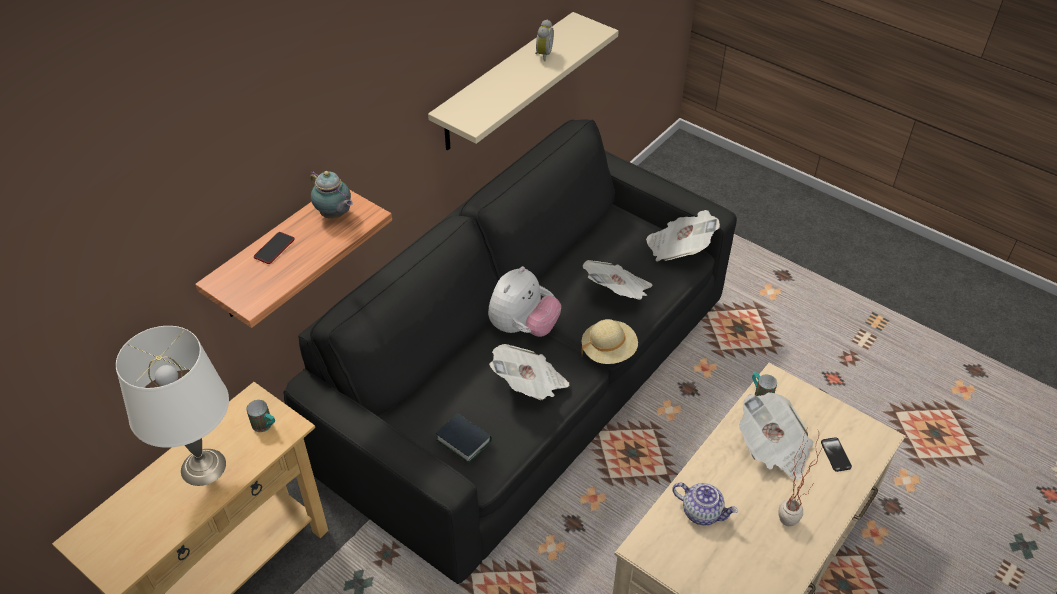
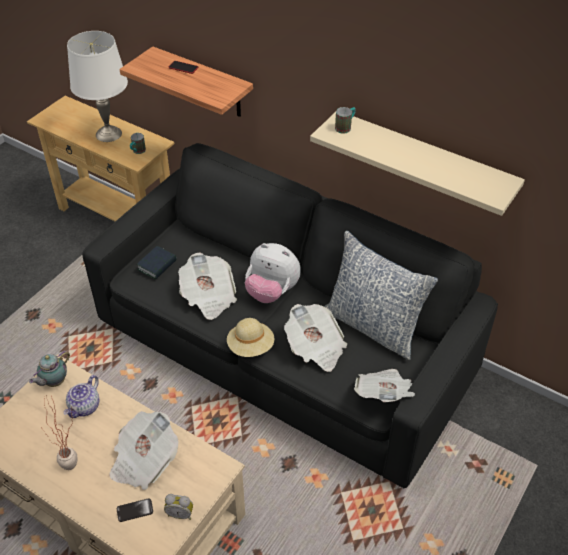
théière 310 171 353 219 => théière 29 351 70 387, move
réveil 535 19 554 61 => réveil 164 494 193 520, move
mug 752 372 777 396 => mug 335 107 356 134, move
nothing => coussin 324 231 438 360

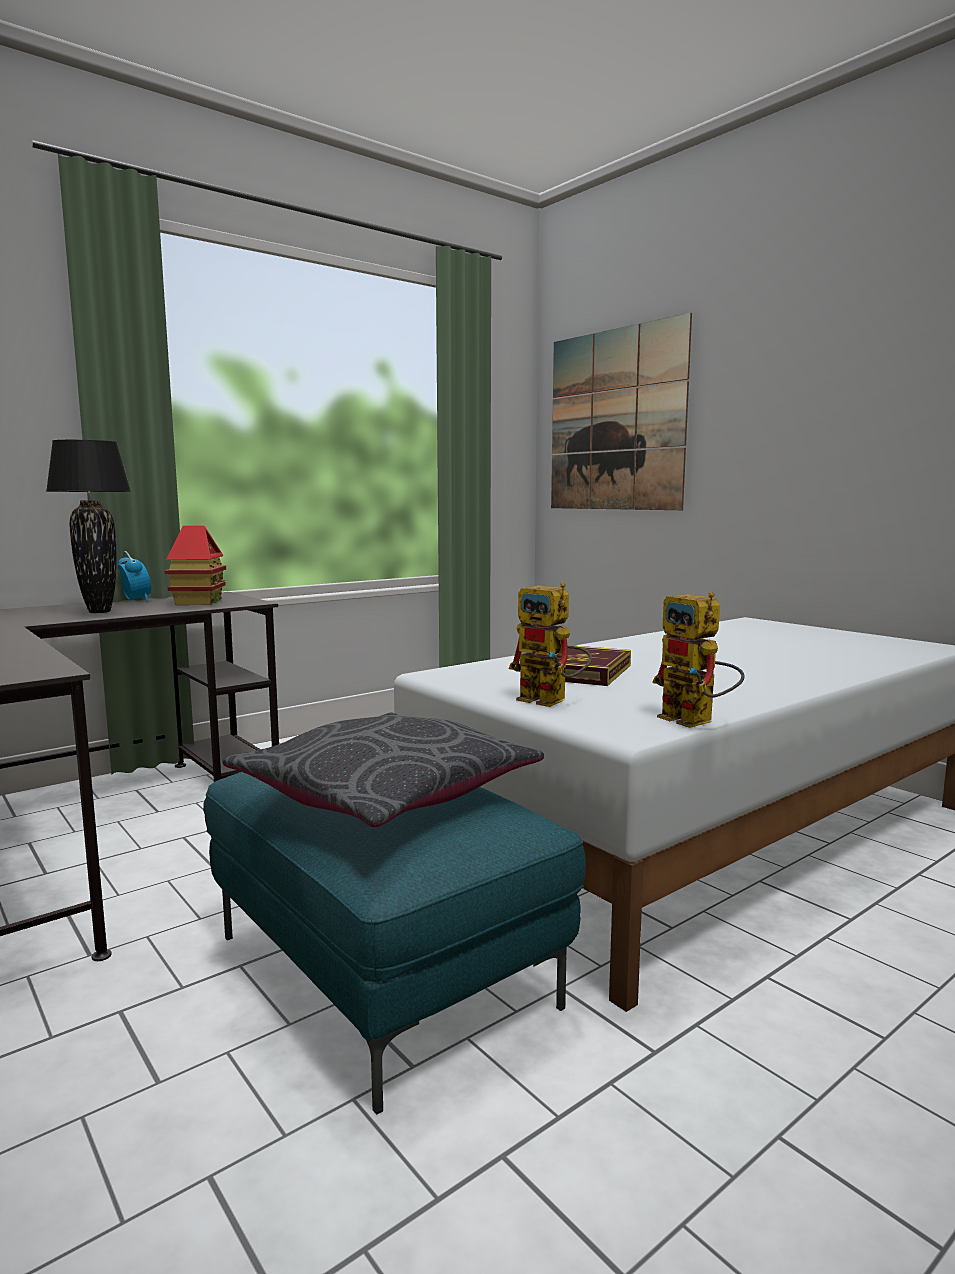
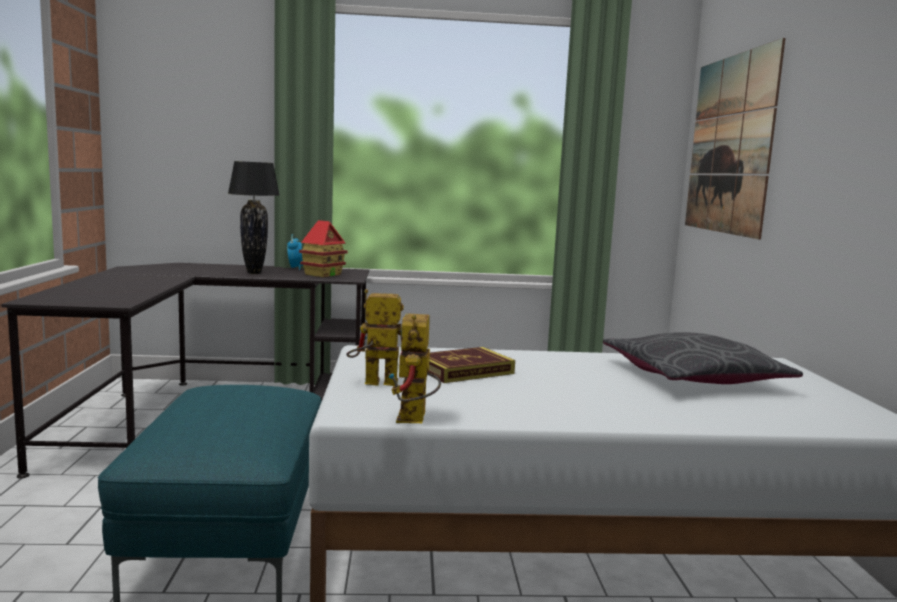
coussin/gris 222 713 544 827 => coussin/gris 603 332 803 384, move
robot jouet 509 583 592 707 => robot jouet 346 289 404 386, 105 degrees clockwise

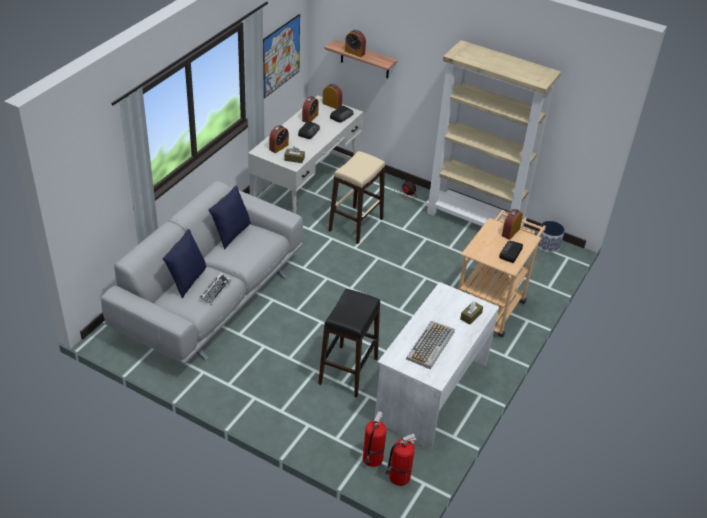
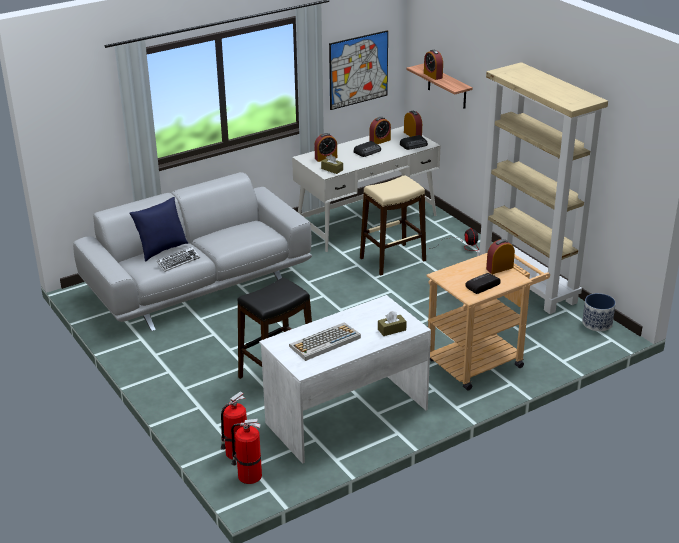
coussin/bleu 208 185 251 249 => nothing

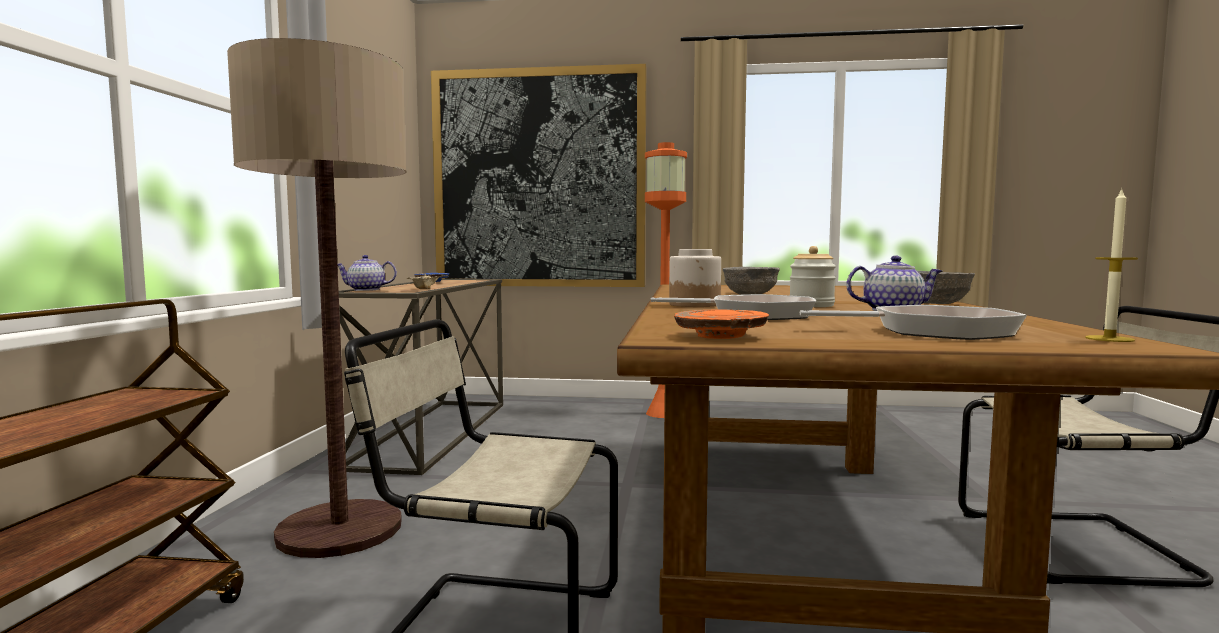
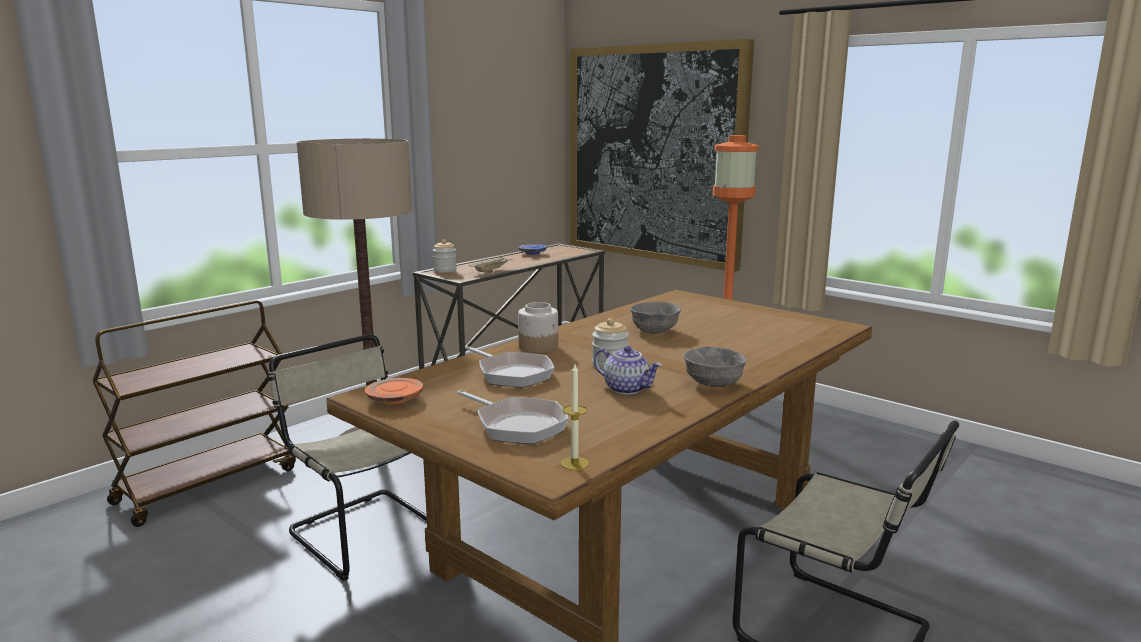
théière 337 255 397 291 => bocal 433 240 457 273

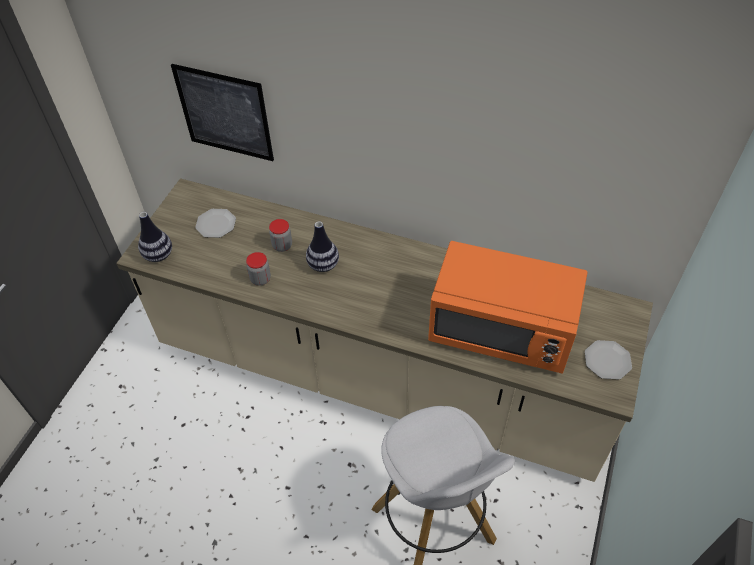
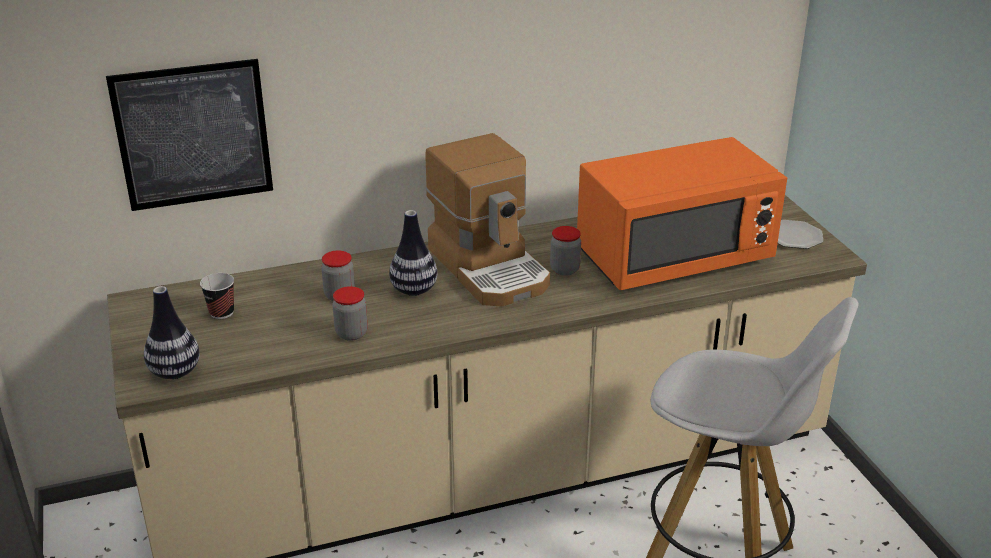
assiette 195 209 236 238 => tasse 200 273 234 319
nothing => machine à café 425 133 550 307
nothing => bocal 550 226 581 276

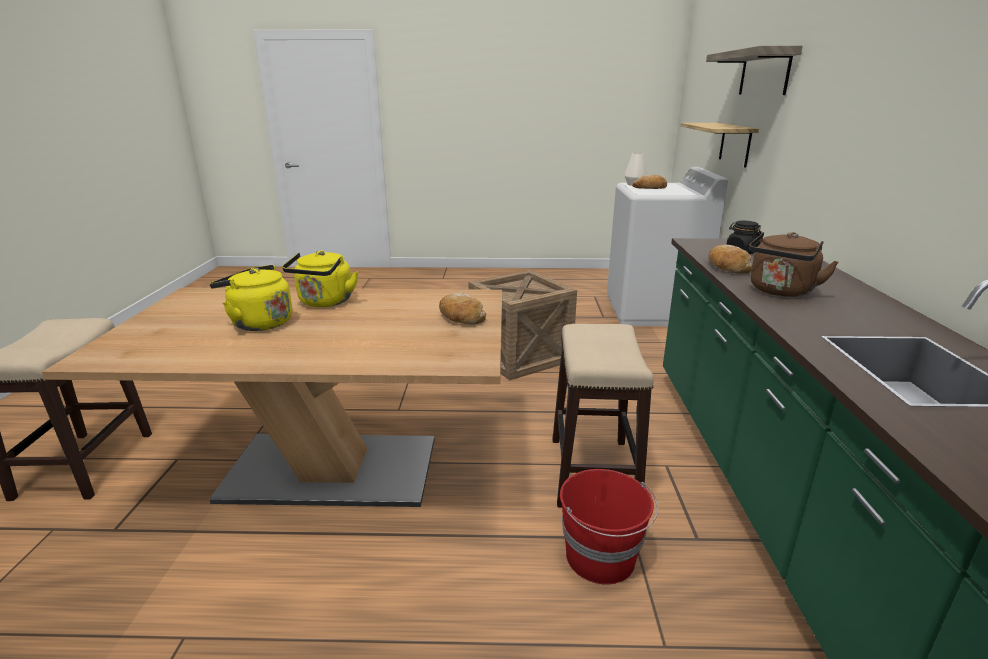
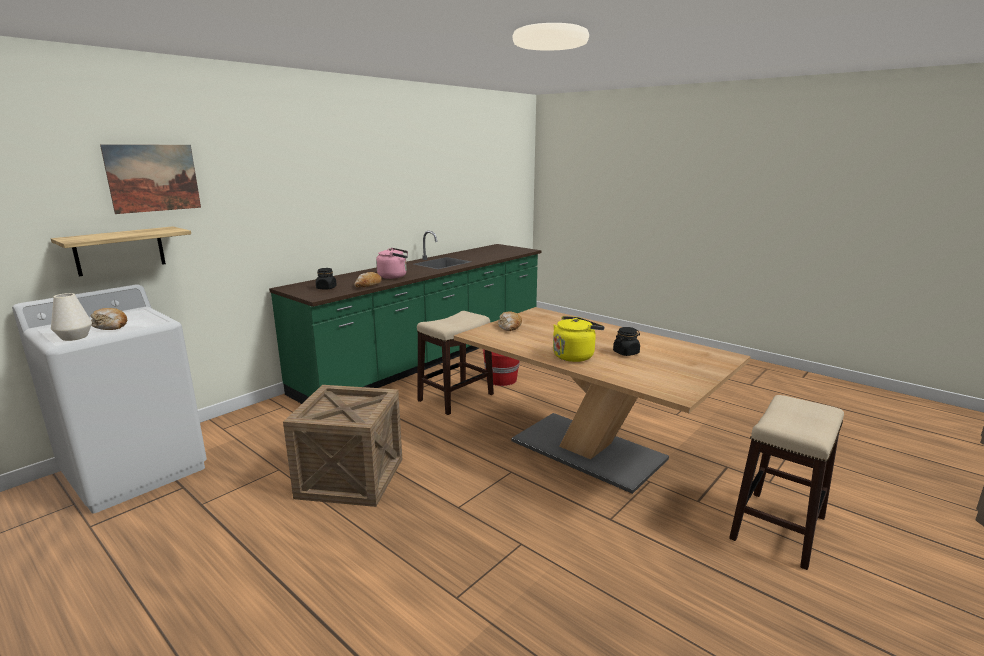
bouilloire/jaune 209 265 292 331 => bocal/noir 613 327 640 356
étagère 706 46 803 95 => tableau 100 145 201 214
bouilloire/marron 749 232 839 297 => bouilloire/rose 376 248 408 279

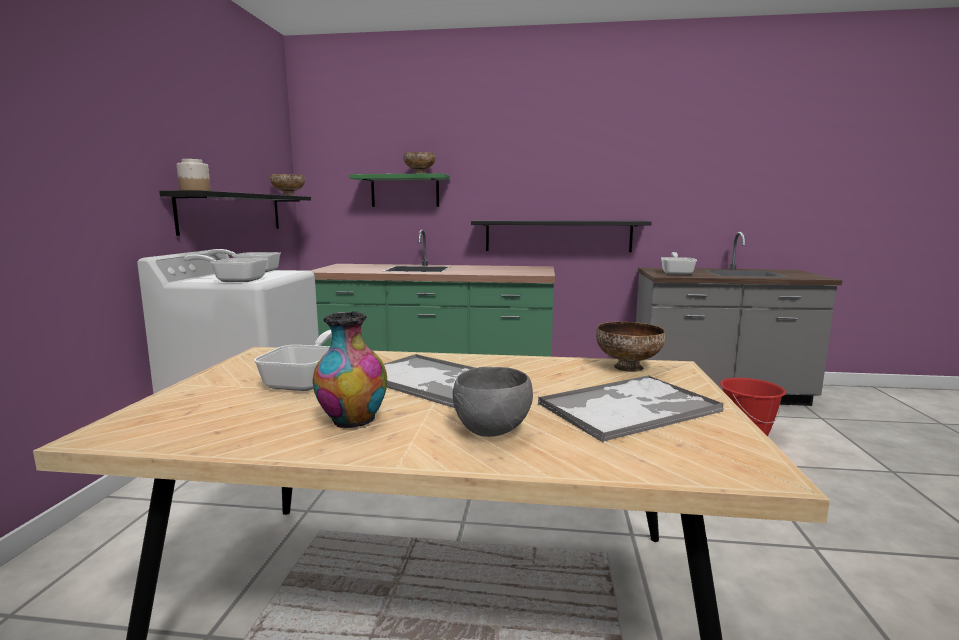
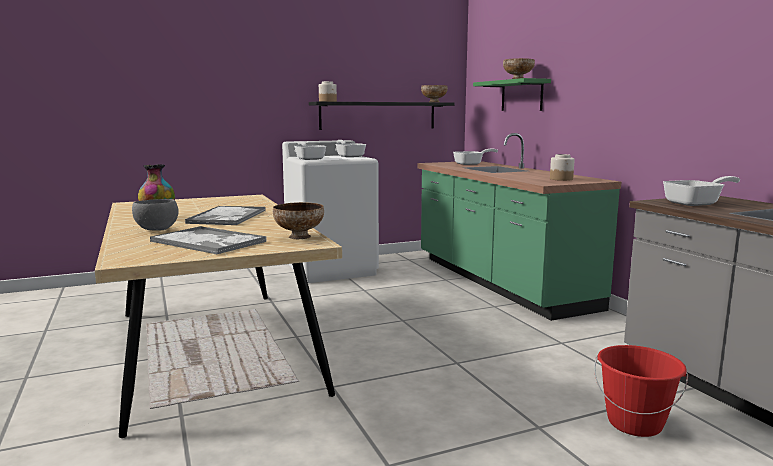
poêle 254 330 332 391 => poêle 453 149 498 165, move
étagère/noir 471 220 652 252 => nothing
nothing => bocal 550 154 574 181

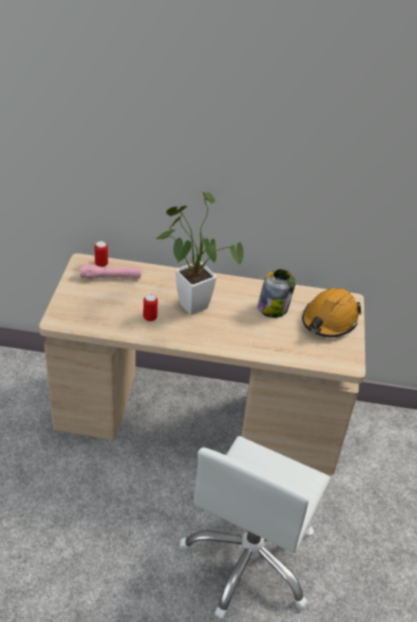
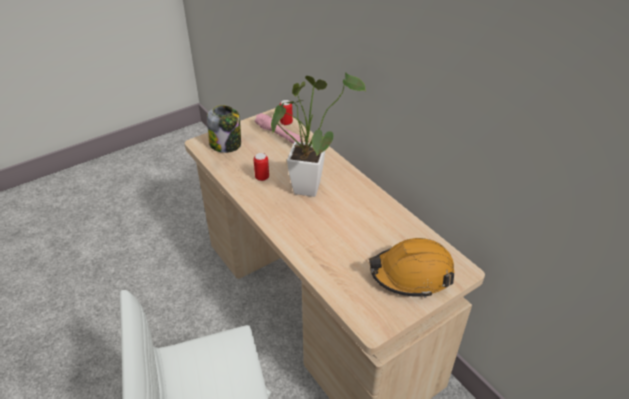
bocal 258 269 296 318 => bocal 207 105 241 153, move

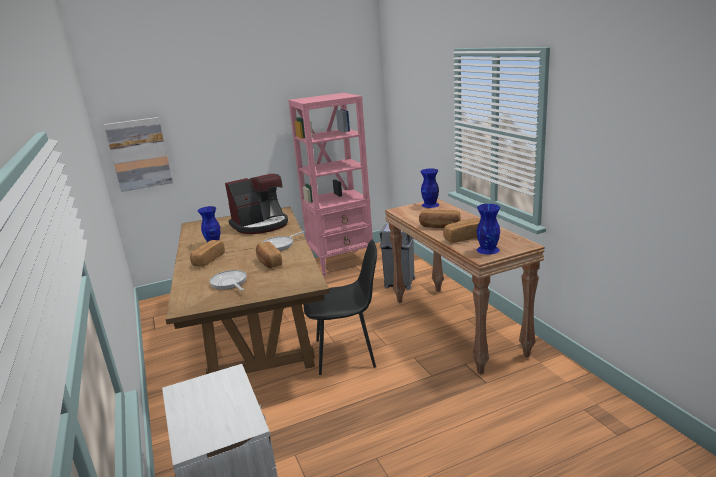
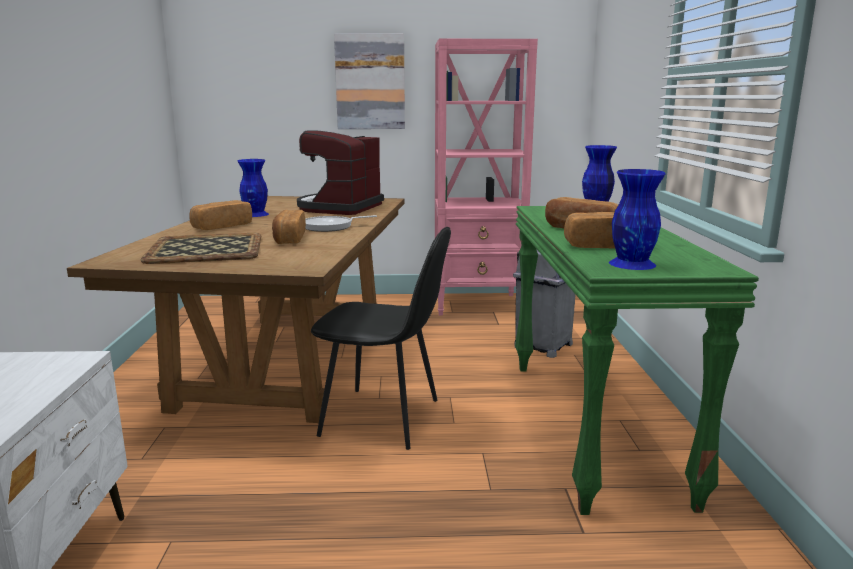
tableau 104 117 173 192 => tableau 334 33 405 129, move
poêle 209 270 247 291 => plateau 141 233 261 264
machine à café 225 174 288 234 => machine à café 297 130 384 215, 120 degrees clockwise
table console/marron 385 198 545 375 => table console/vert 515 206 759 515

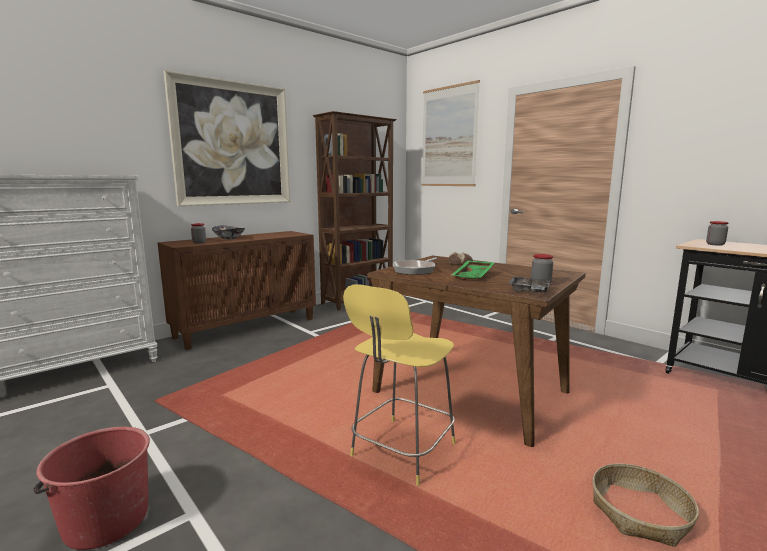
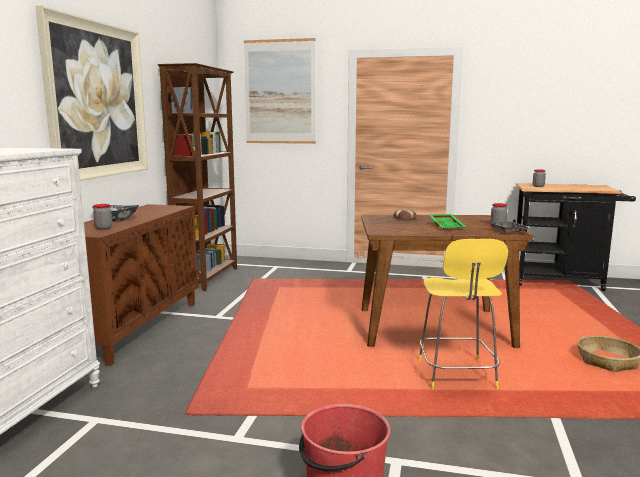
poêle 393 257 437 275 => nothing

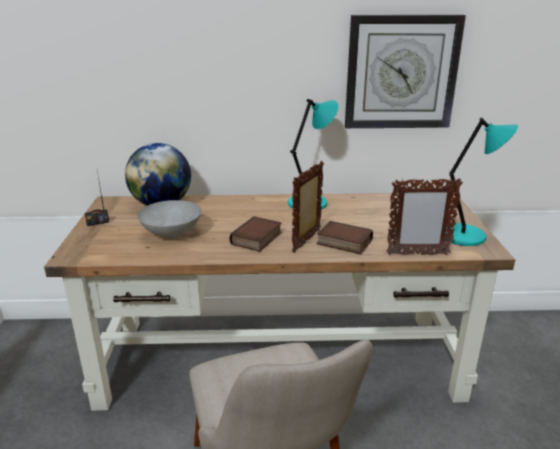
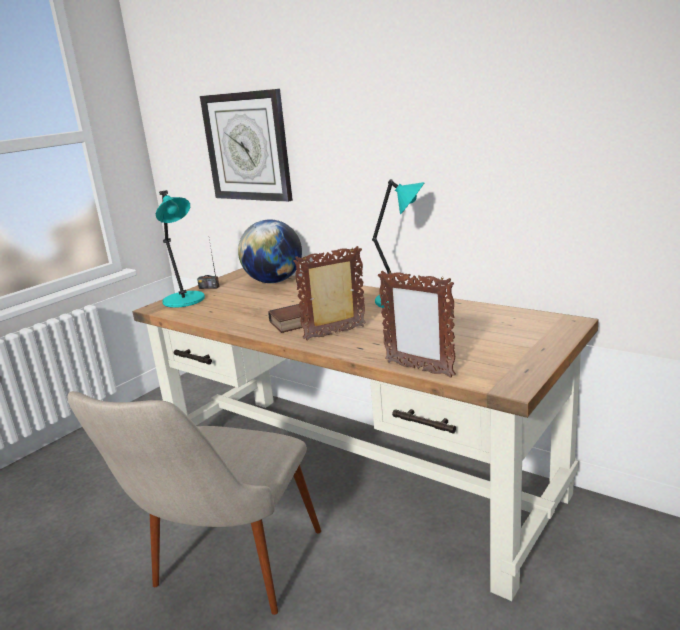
bol/gris 137 200 202 238 => nothing
livre 317 221 373 254 => nothing
horloge murale 345 15 466 128 => horloge murale 200 89 293 202, move
lampe de table/turquoise 445 117 518 246 => lampe de table/turquoise 156 190 205 308, move

